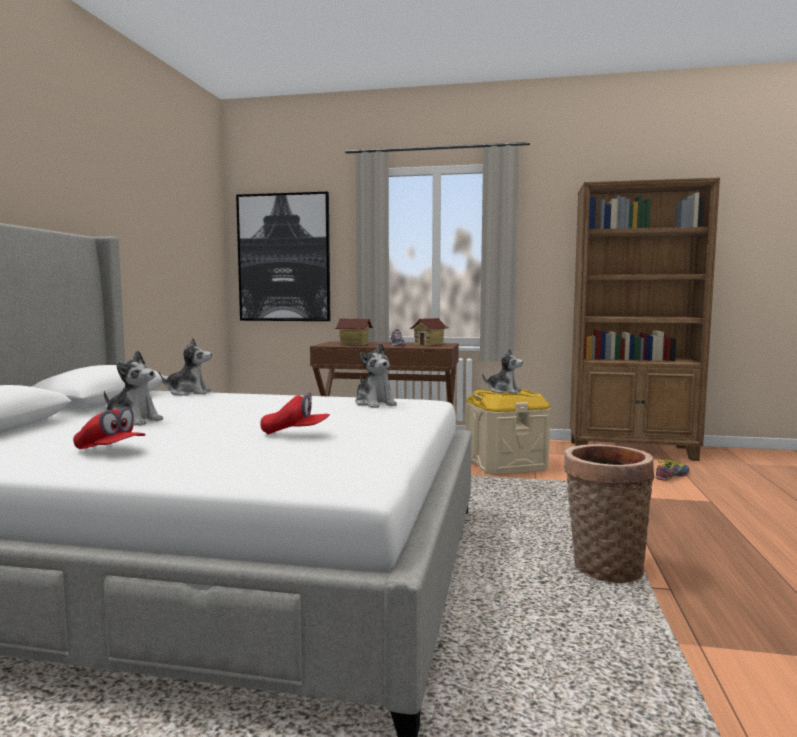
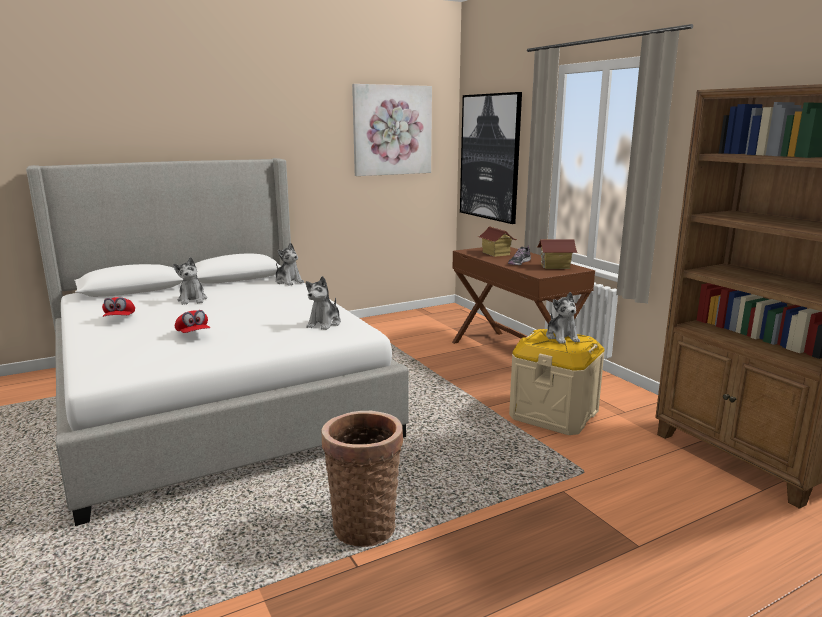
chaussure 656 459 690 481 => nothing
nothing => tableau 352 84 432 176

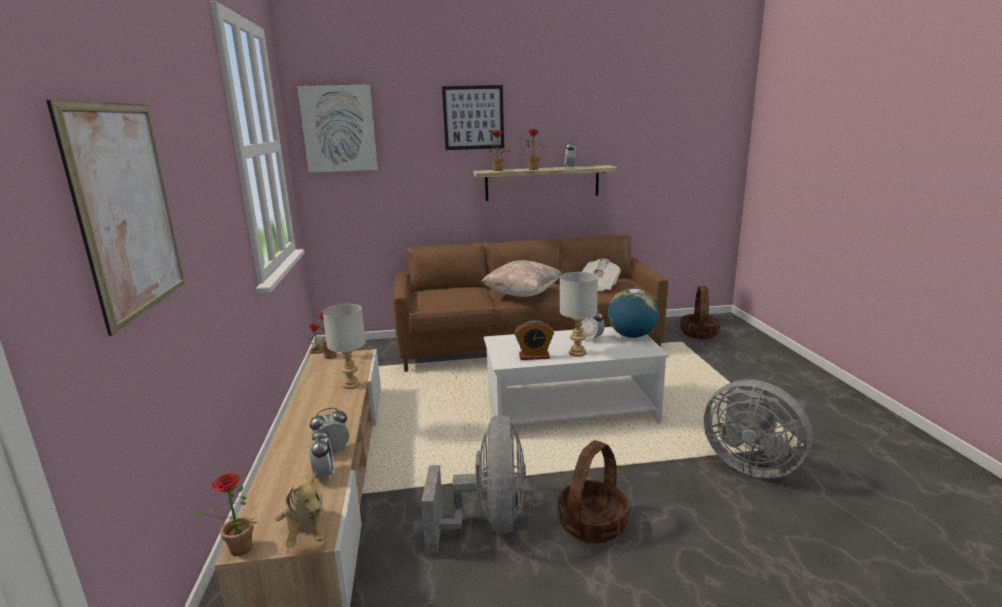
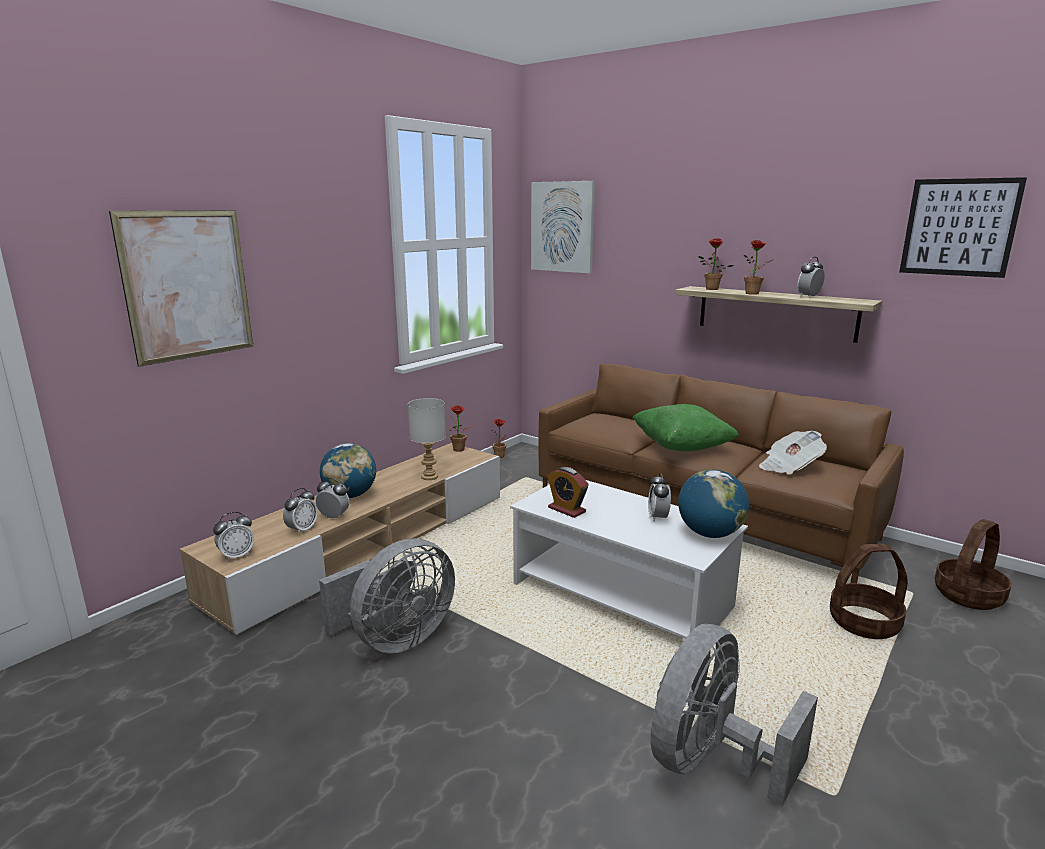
plante en pot 191 472 258 556 => nothing
peluche 275 472 325 548 => réveil 213 512 254 561
tableau 442 85 504 150 => tableau 899 177 1027 278, move
coussin/beige 481 260 562 297 => coussin/vert 632 404 739 451
panier 558 440 629 543 => panier 830 543 908 639, move
lampe de table/gris 560 272 598 357 => nothing
ventilateur/gris 704 380 813 478 => ventilateur/gris 650 624 818 806, 45 degrees clockwise
nothing => globe 320 443 376 498

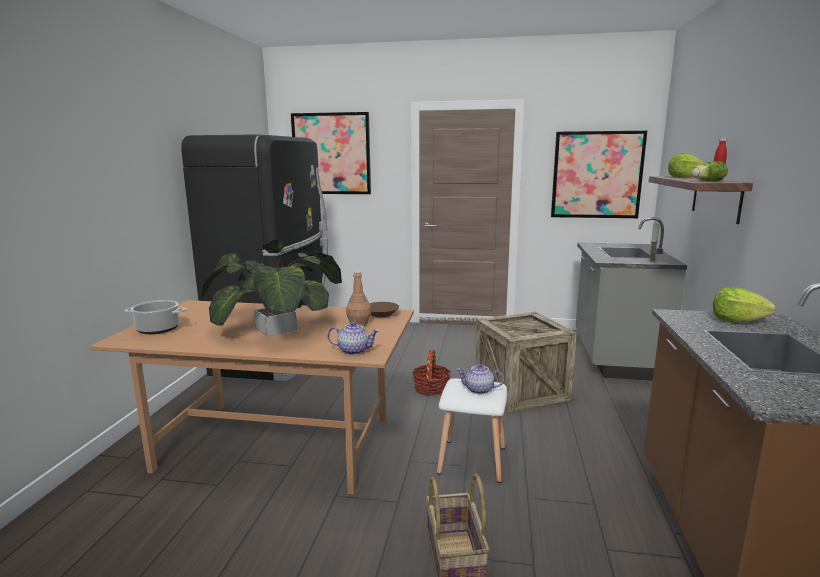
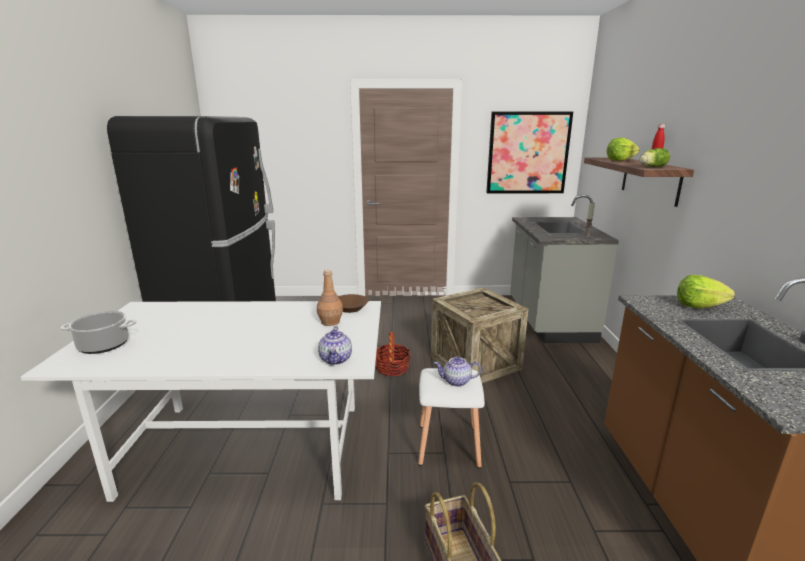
table à manger/marron 90 300 414 494 => table à manger/blanc 21 301 381 502
plante en pot 201 240 342 336 => nothing
tableau 291 112 371 194 => nothing
théière 327 322 379 355 => théière 318 326 352 365, 90 degrees clockwise

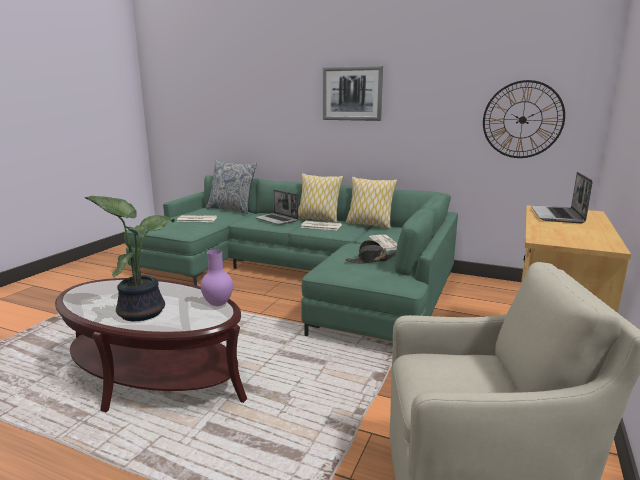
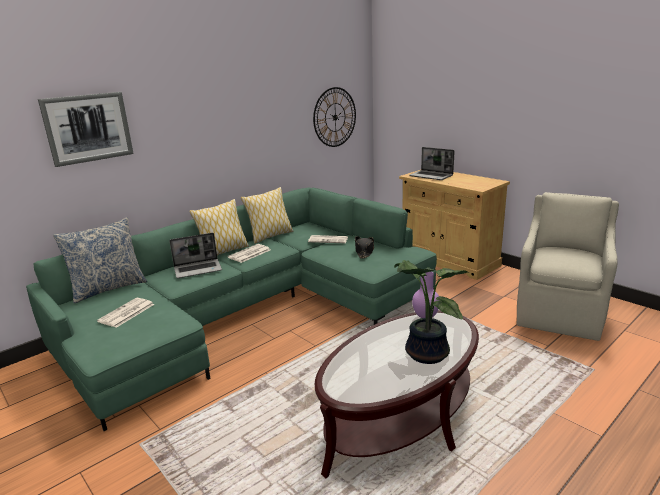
tableau 323 66 383 121 => tableau 38 92 134 167, move

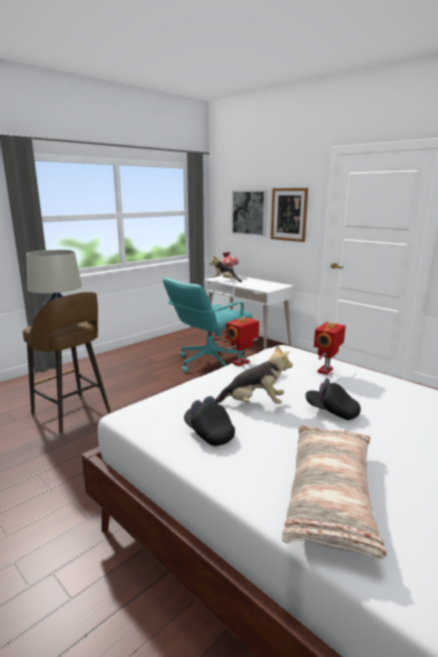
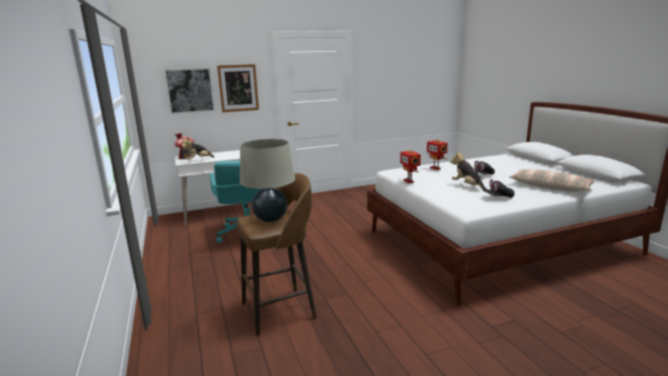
peluche 215 345 293 404 => peluche 450 151 488 190, 60 degrees counterclockwise

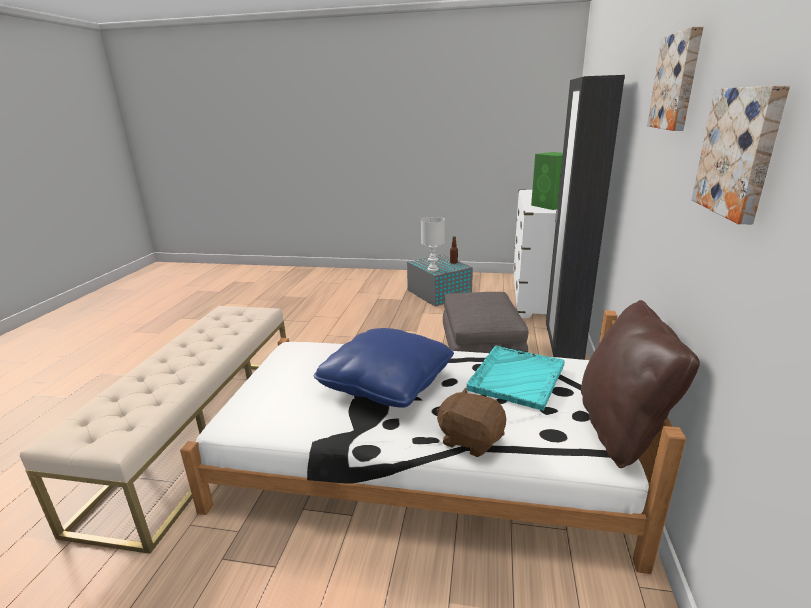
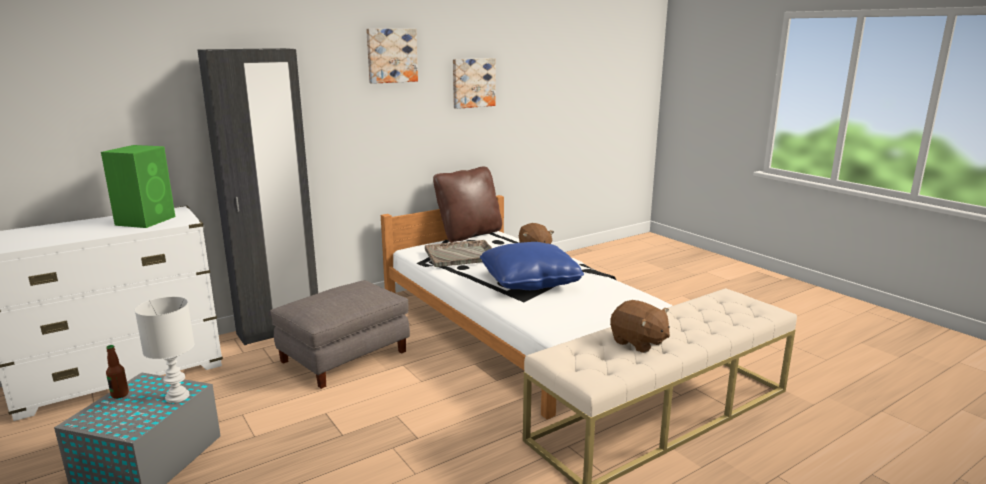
plateau/turquoise 466 346 565 411 => plateau/gris 425 240 492 267
nothing => peluche/marron 610 300 670 353

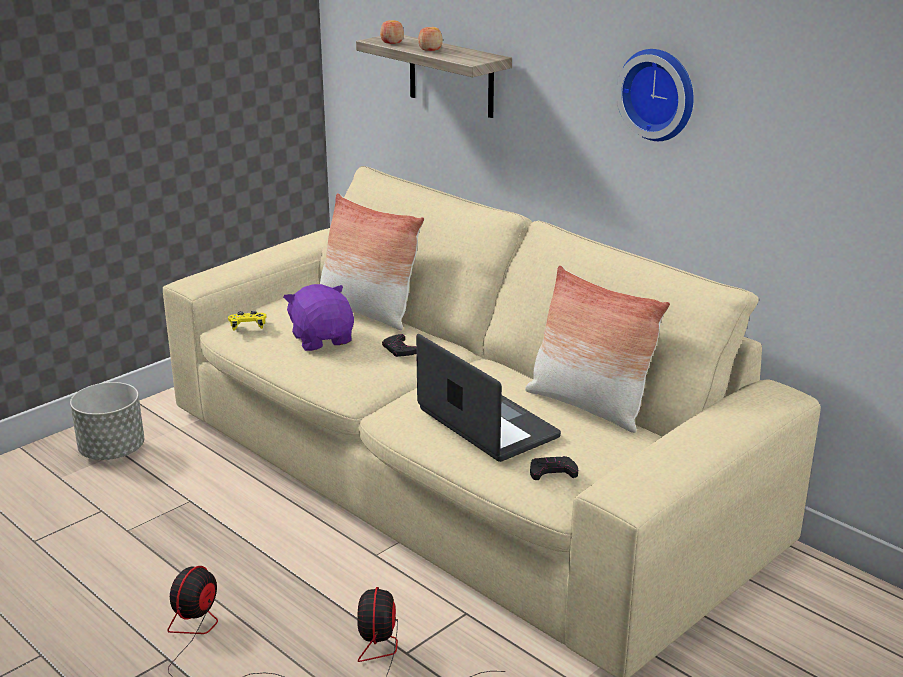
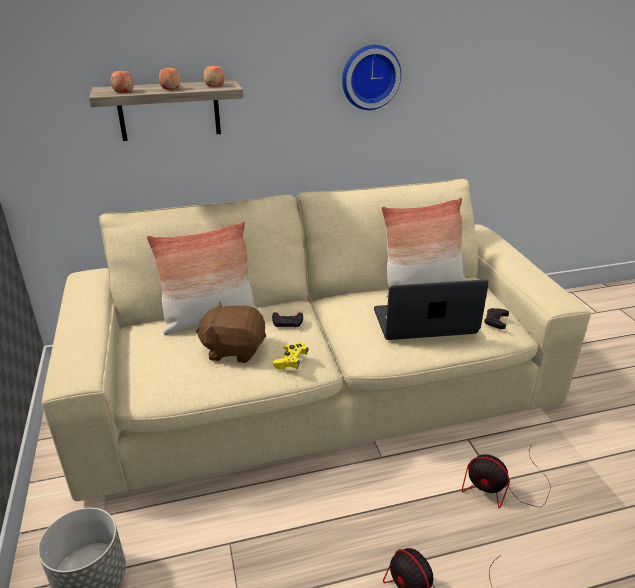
manette/jaune 228 311 266 330 => manette/jaune 273 342 309 369, move
peluche/violet 283 284 354 351 => peluche/marron 195 302 266 363
nothing => pomme 204 66 225 87

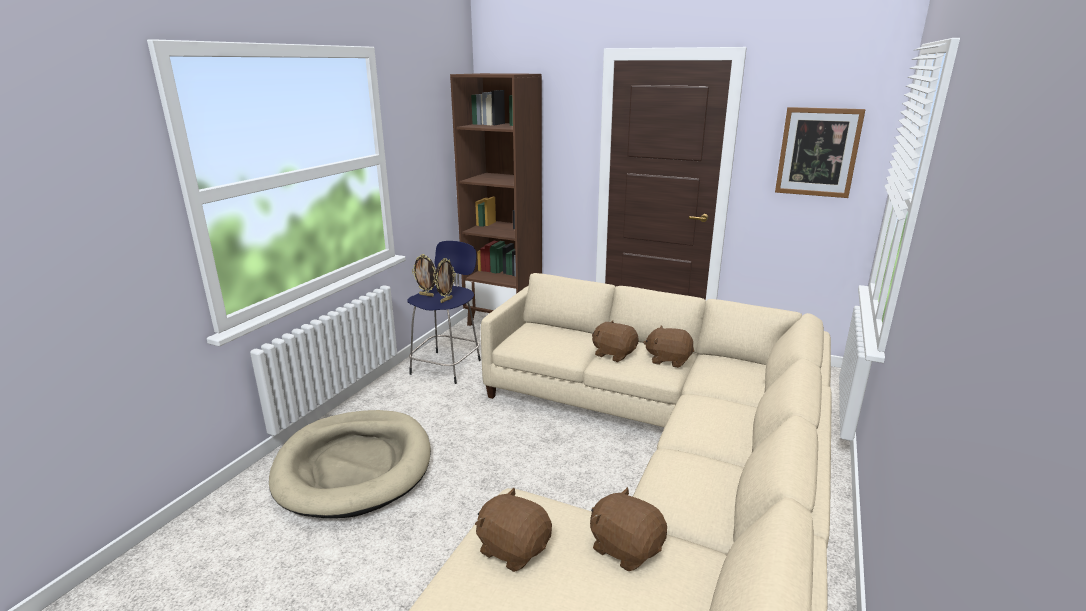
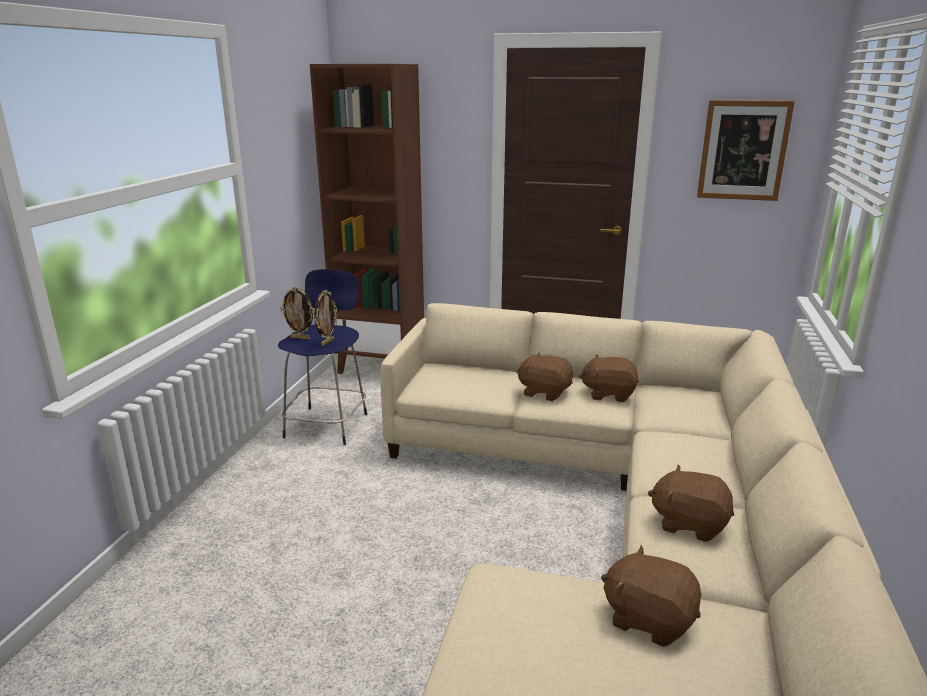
panier pour chien/beige 269 410 431 518 => nothing
peluche/marron 475 488 552 572 => peluche/marron 648 465 734 542, move

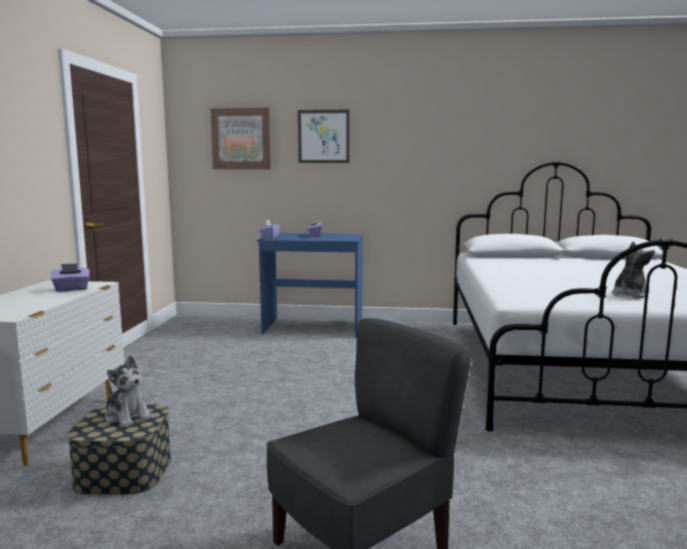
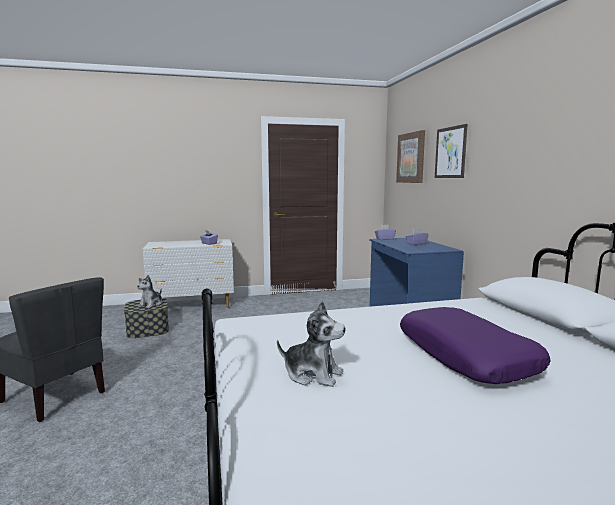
nothing => coussin/violet 400 307 551 384

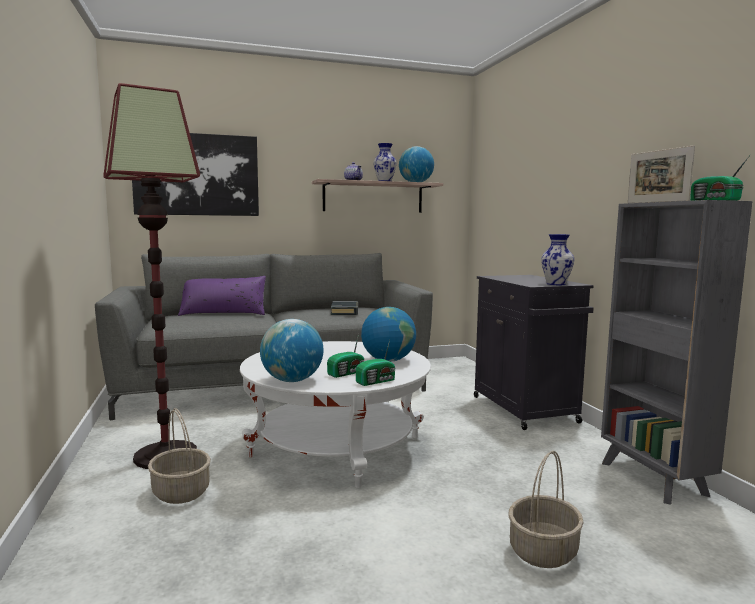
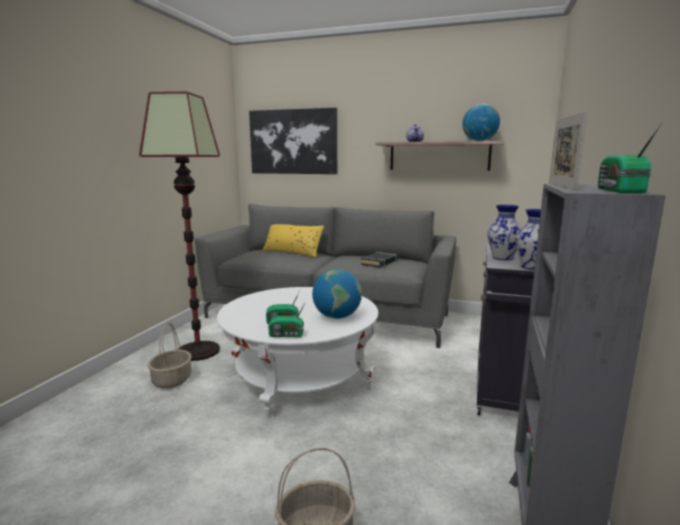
coussin/violet 178 276 266 316 => coussin/jaune 262 224 324 258
globe 260 319 323 382 => nothing
vase 373 143 397 181 => vase 487 205 522 260, move

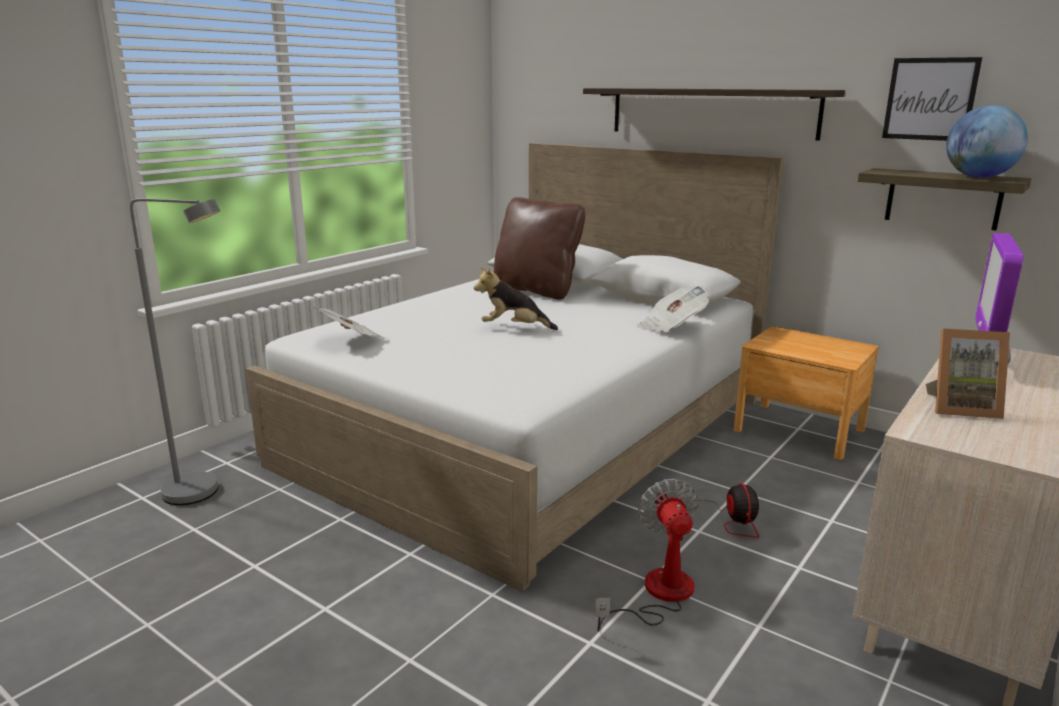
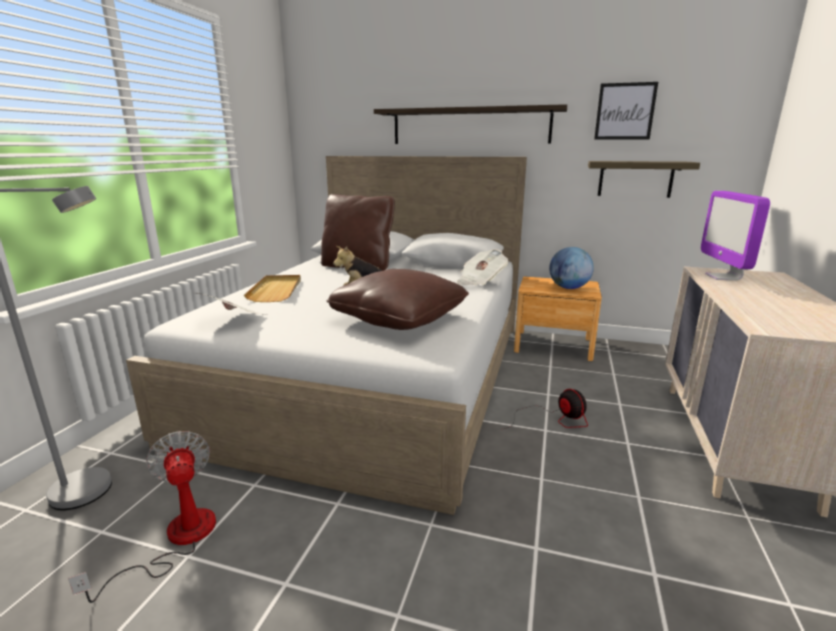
ventilateur 595 479 699 632 => ventilateur 68 431 216 603, move
cadre photo 926 329 1010 419 => nothing
globe 946 105 1028 178 => globe 549 247 594 289, move
nothing => plateau/beige 244 275 301 302
nothing => coussin/marron 326 269 469 330

